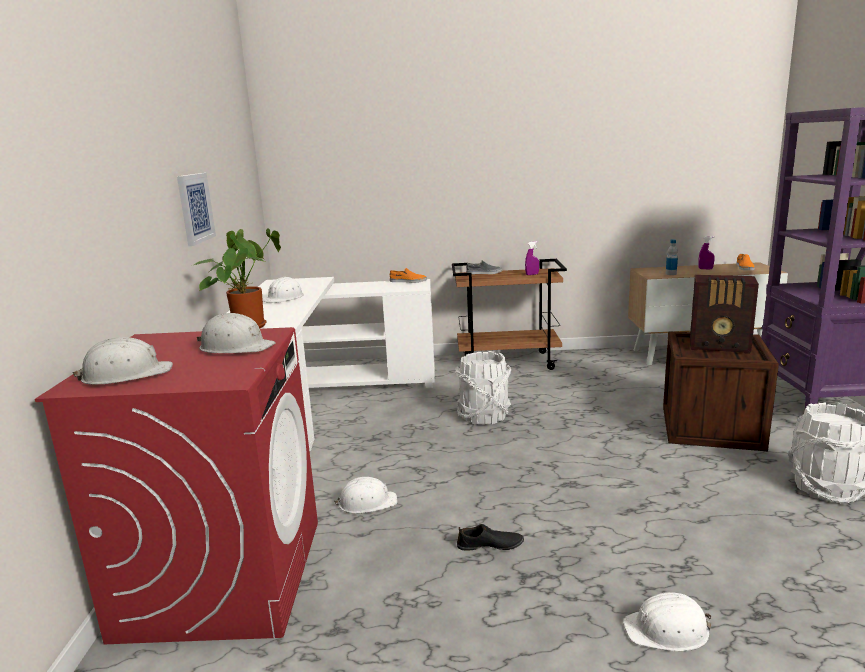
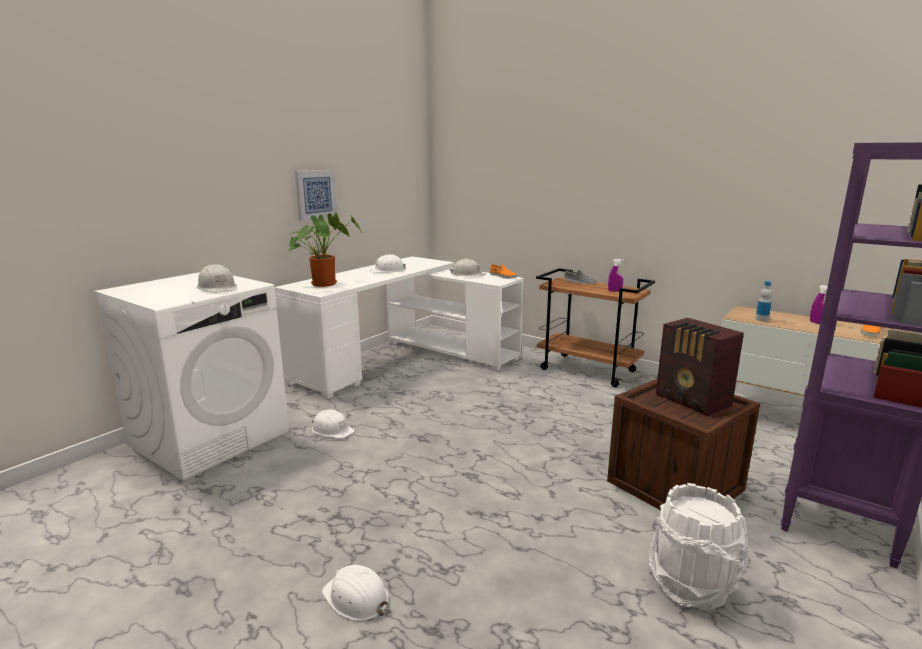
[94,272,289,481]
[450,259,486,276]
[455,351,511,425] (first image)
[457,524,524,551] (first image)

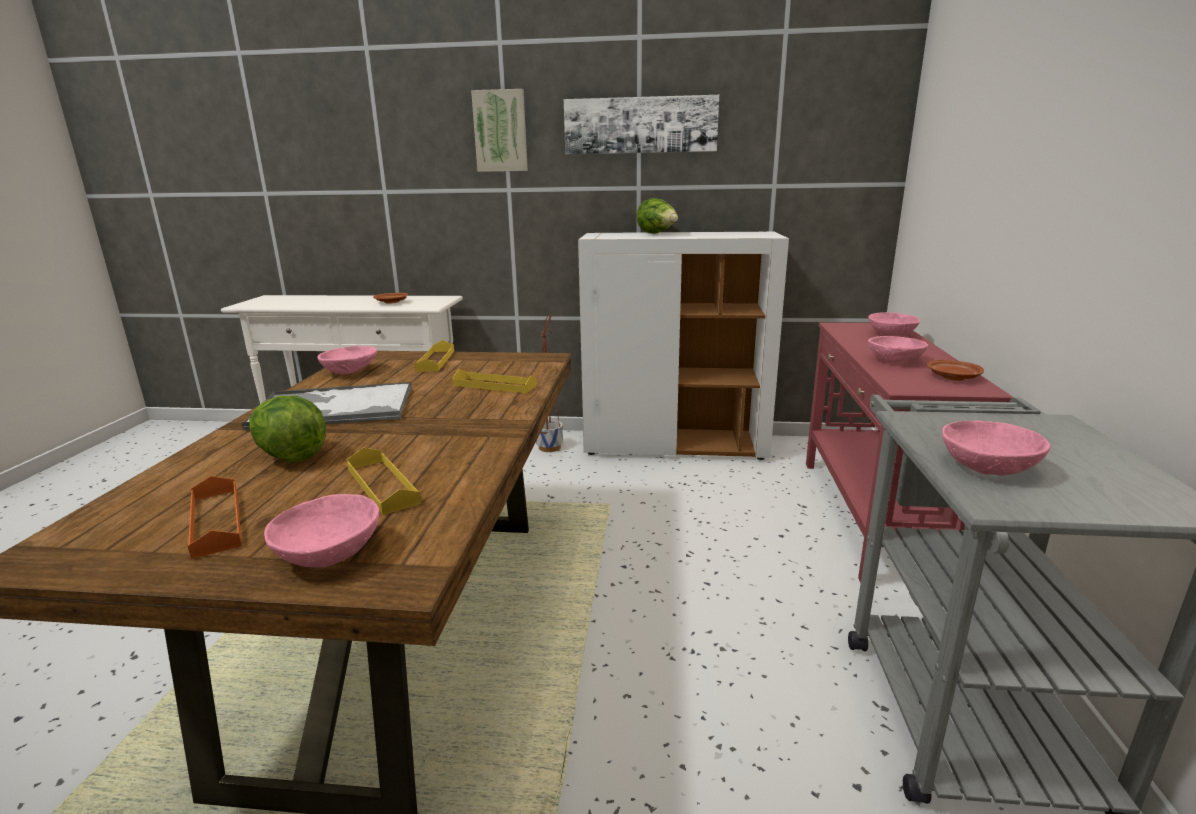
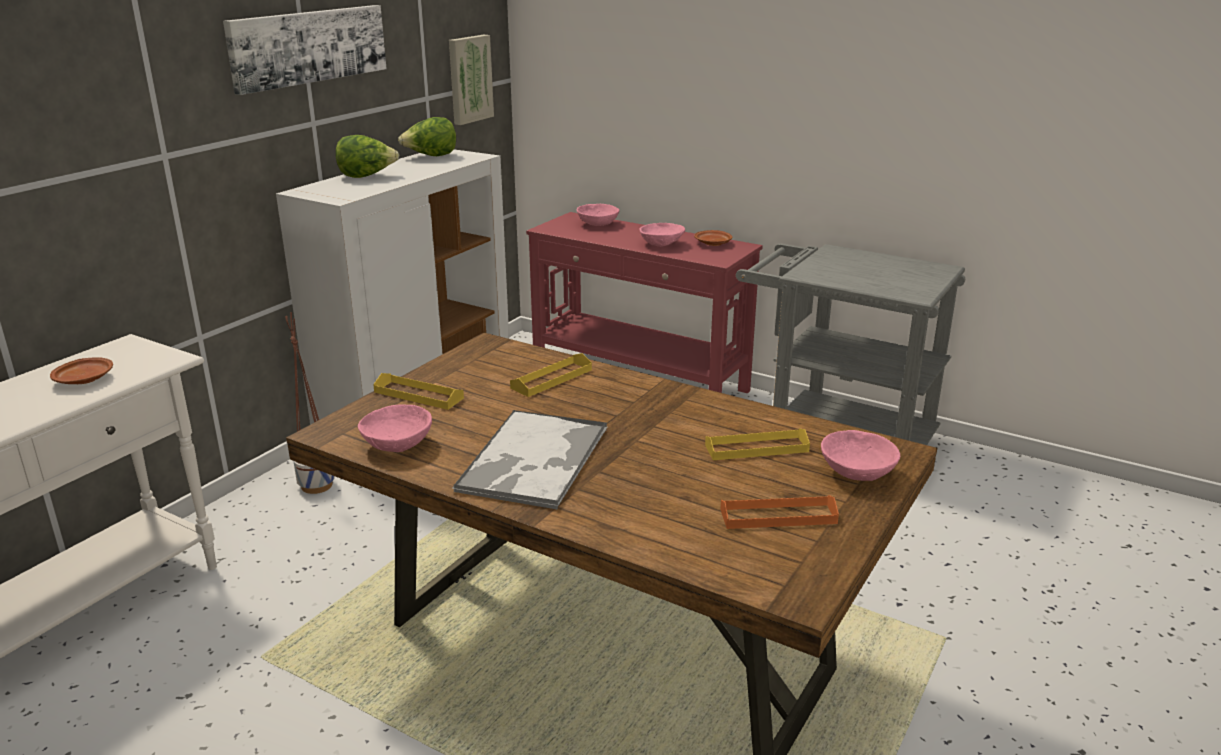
[398,117,456,156]
[449,35,494,125]
[942,421,1051,476] (first image)

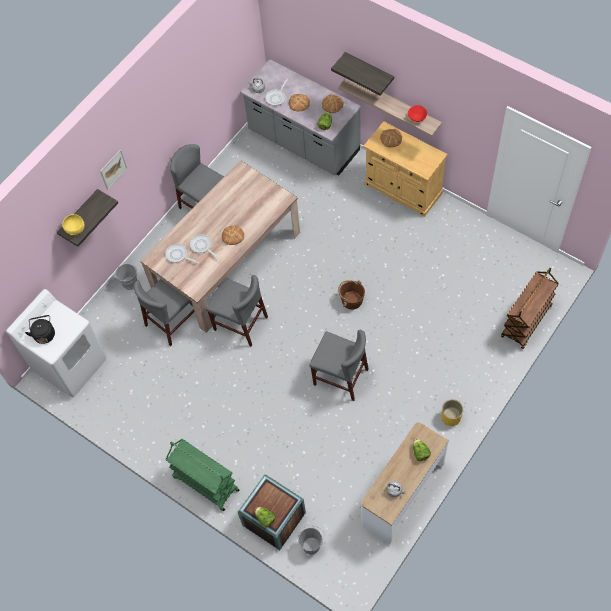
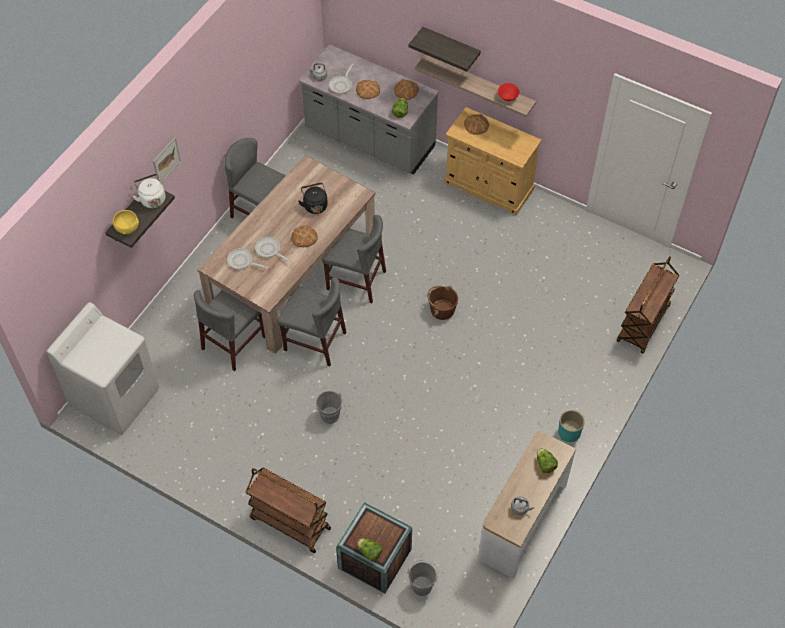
[133,174,166,208]
[245,468,331,553]
[298,183,328,214]
[316,391,345,424]
[322,215,386,303]
[558,410,585,442]

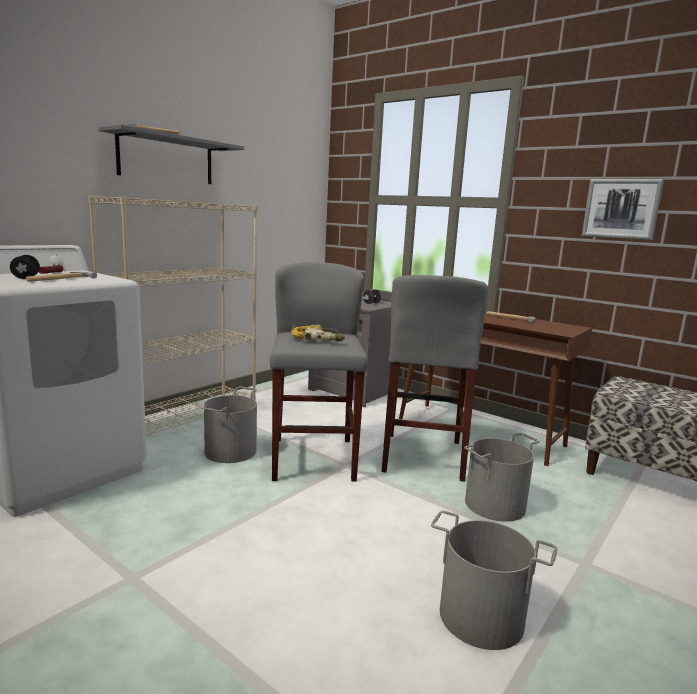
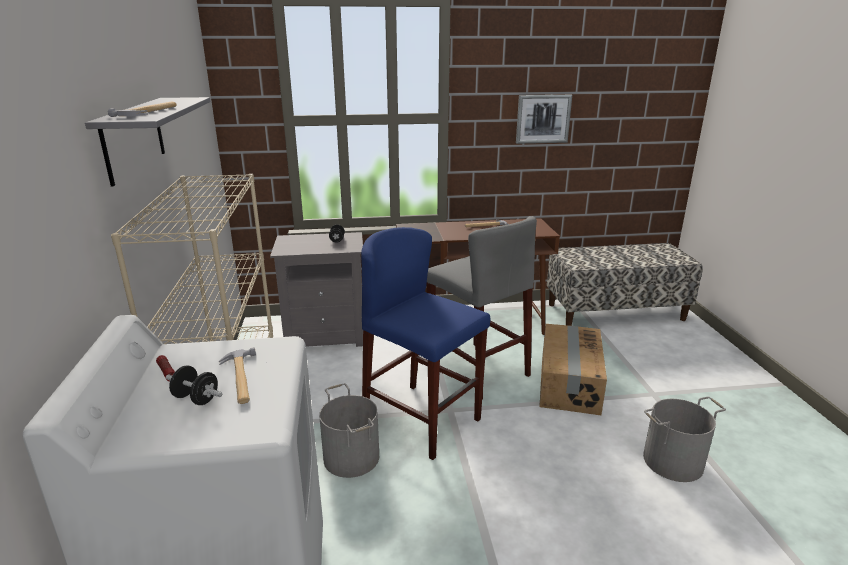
[361,227,490,460]
[539,324,607,415]
[291,323,345,341] (first image)

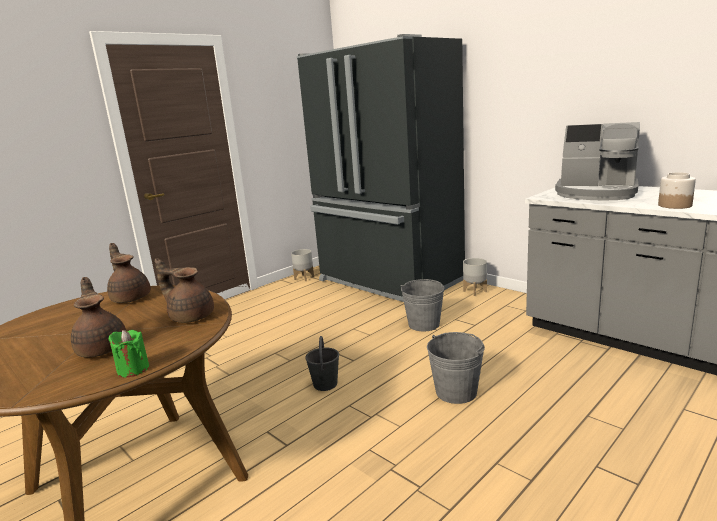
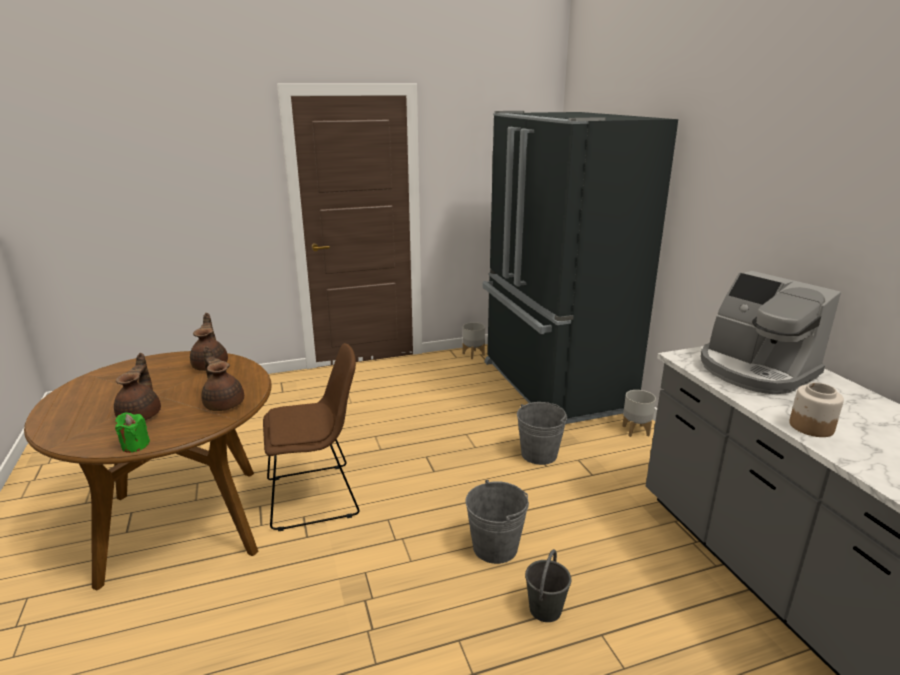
[263,343,359,531]
[525,549,572,622]

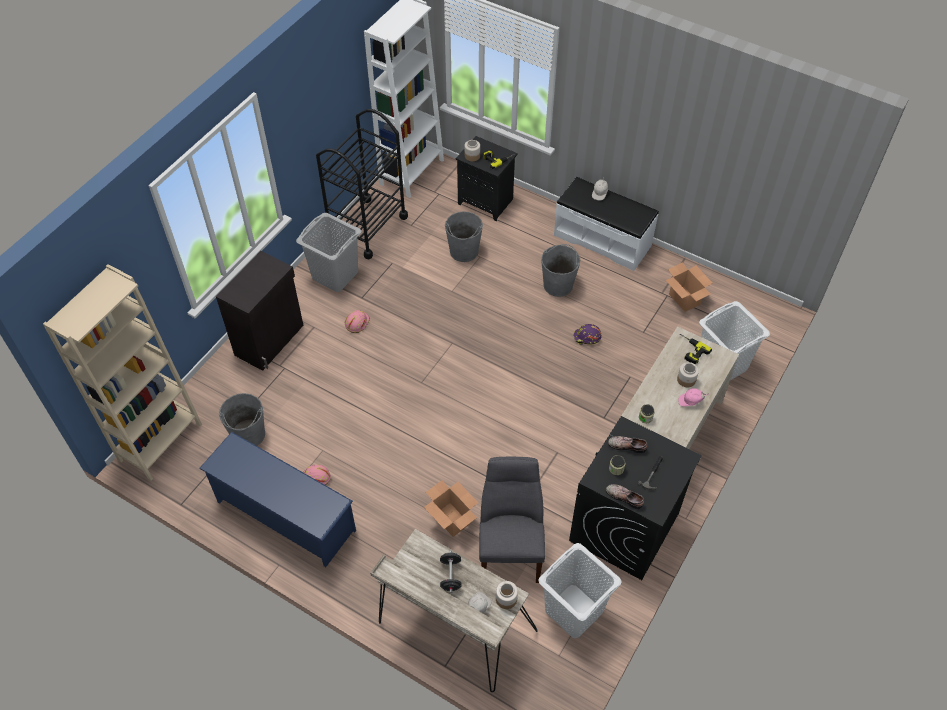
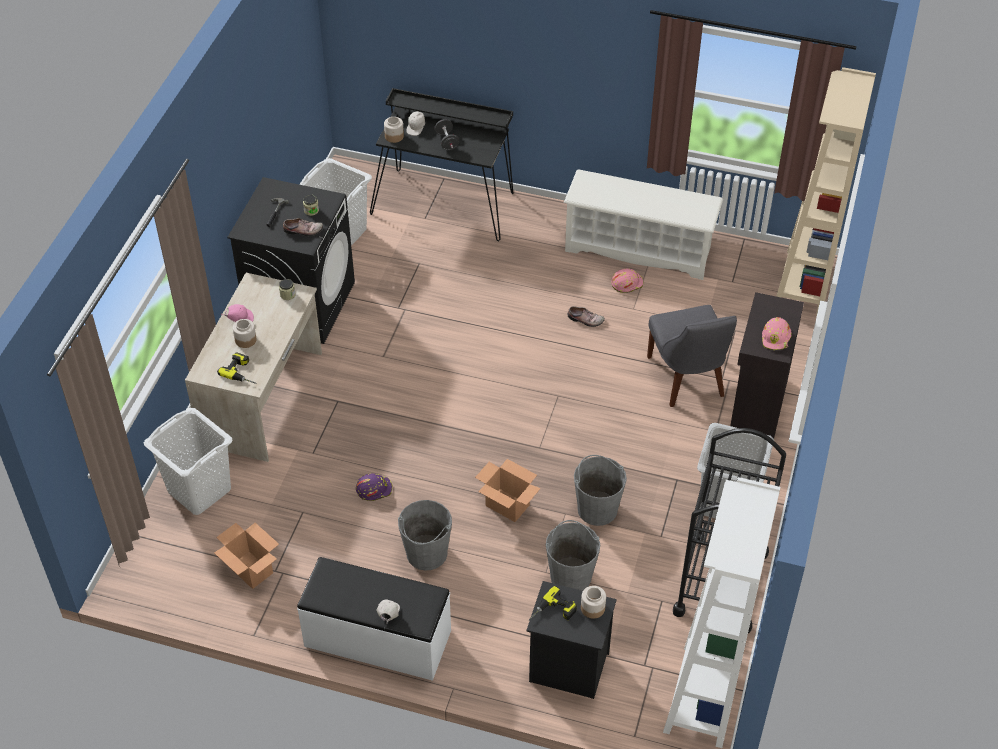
[370,88,513,241]
[475,459,541,522]
[564,170,723,280]
[568,306,605,327]
[574,455,627,526]
[647,305,737,407]
[762,317,792,350]

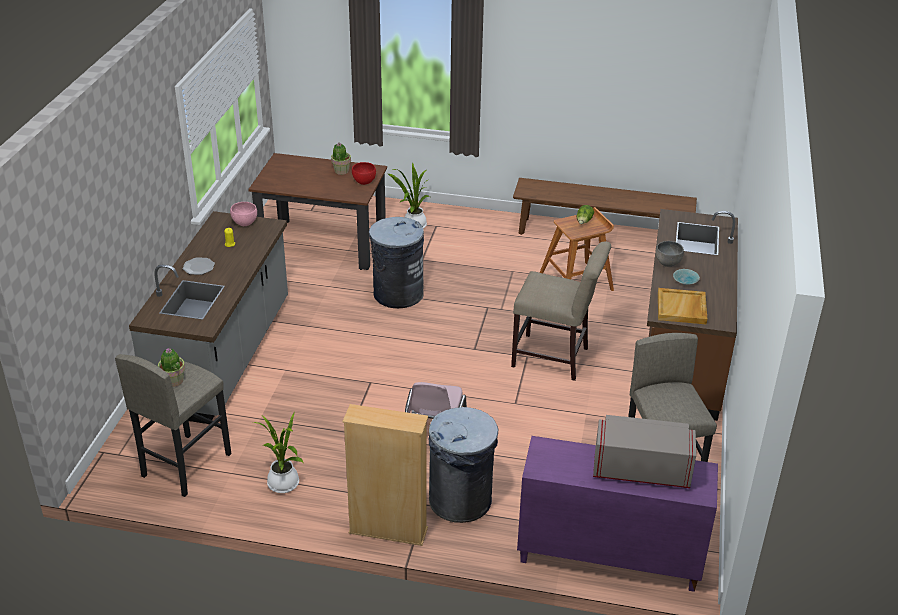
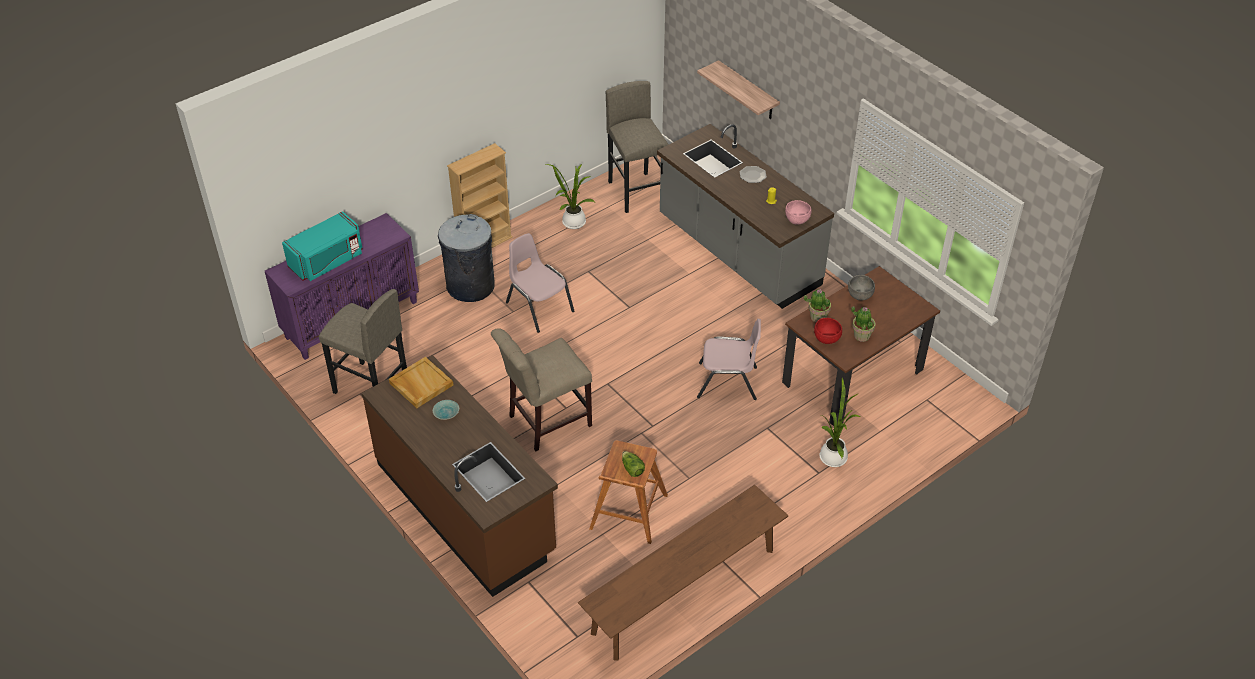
[282,211,363,281]
[697,60,780,119]
[697,319,761,400]
[804,289,831,322]
[848,275,875,300]

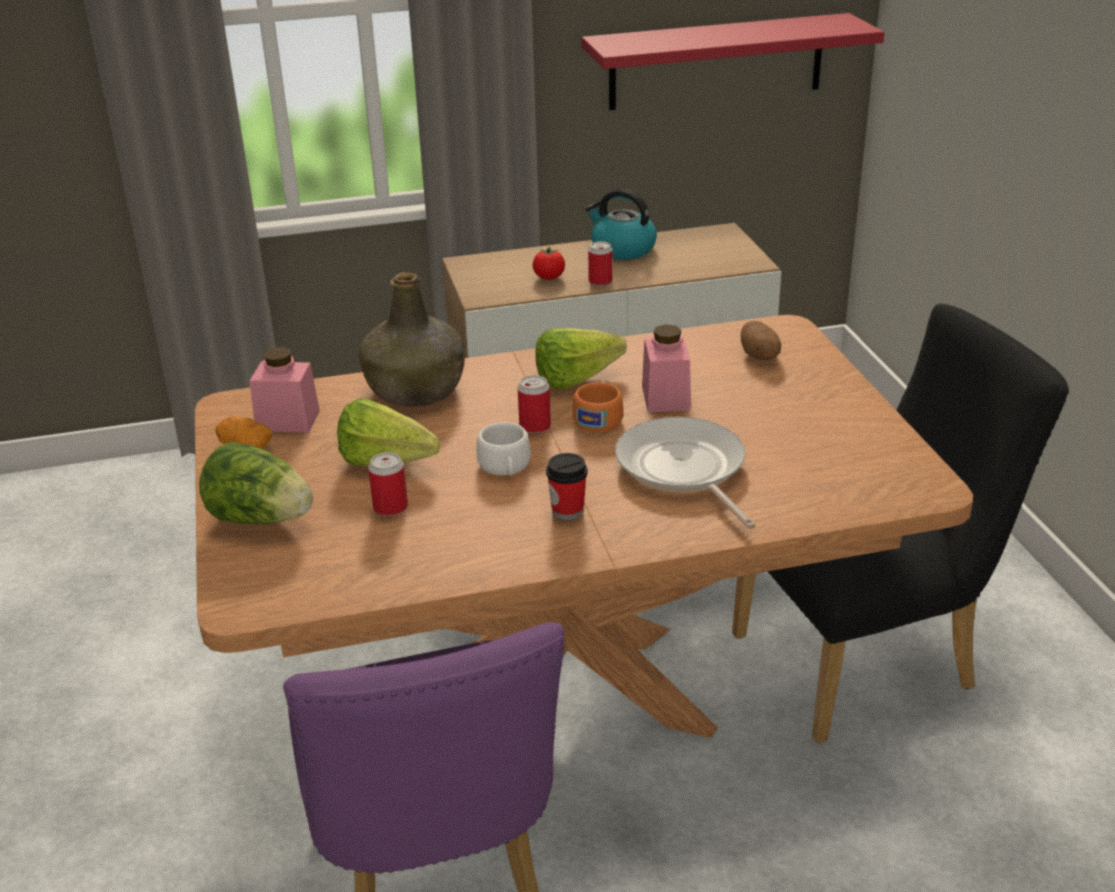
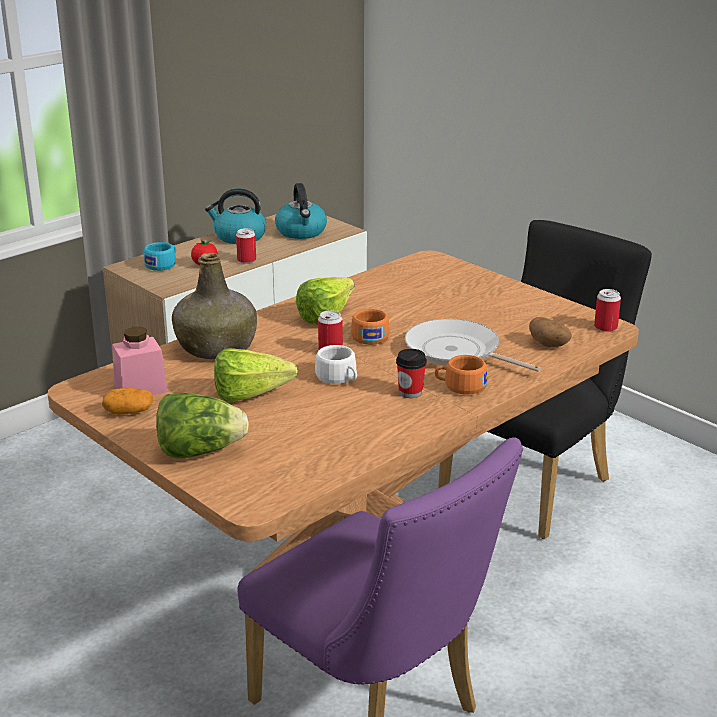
[144,242,176,271]
[275,183,327,239]
[435,355,487,395]
[529,317,572,347]
[594,289,621,332]
[581,13,885,110] (first image)
[642,324,691,412] (first image)

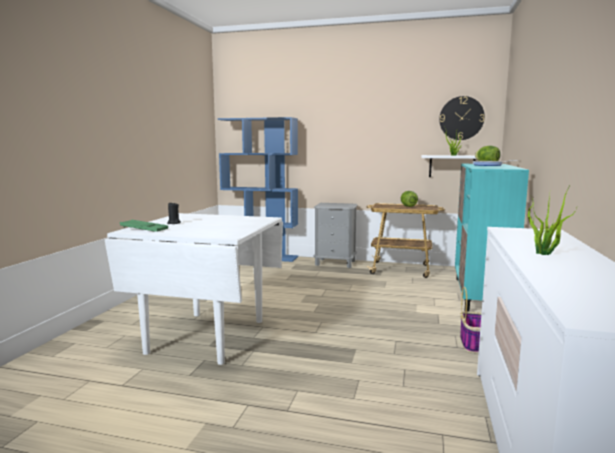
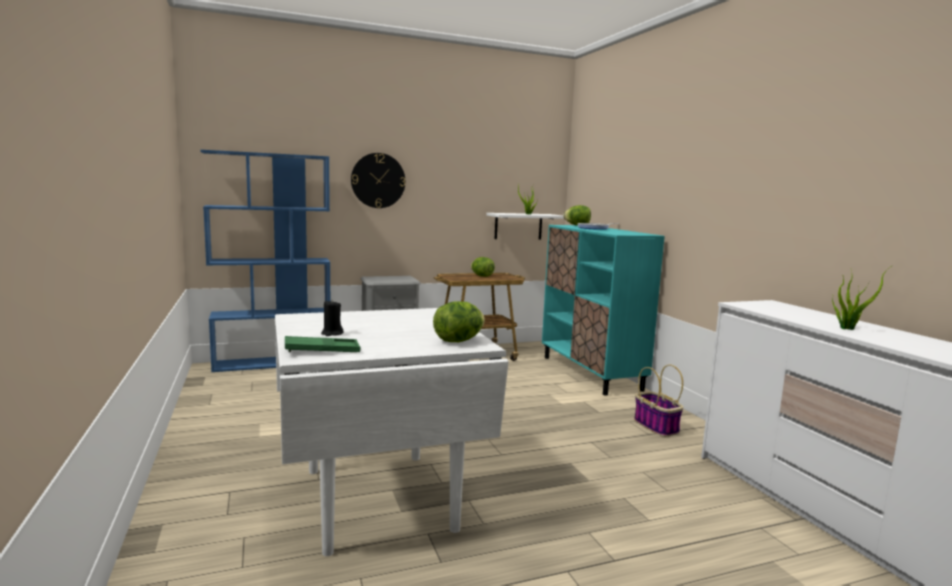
[351,153,405,208]
[433,301,485,342]

